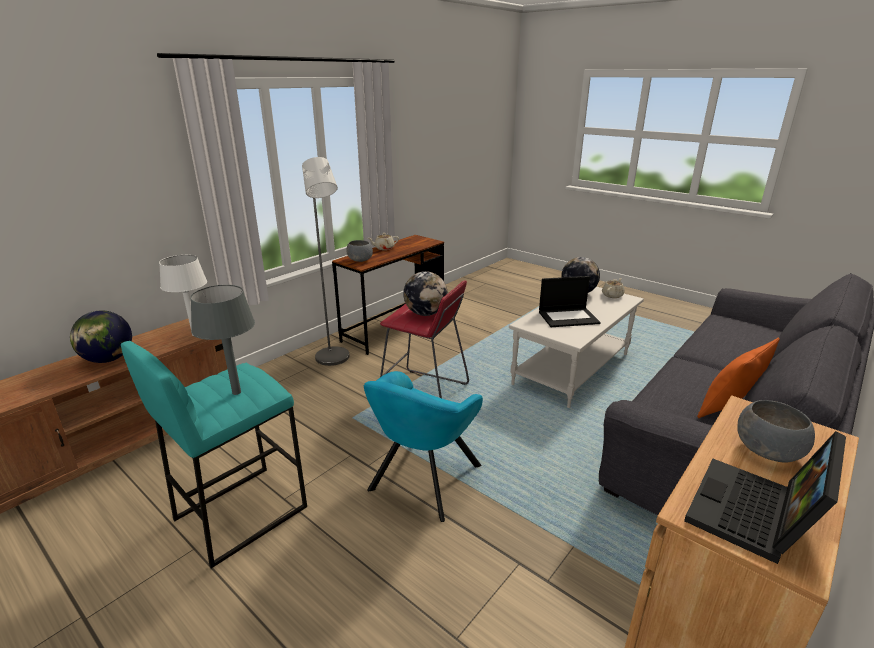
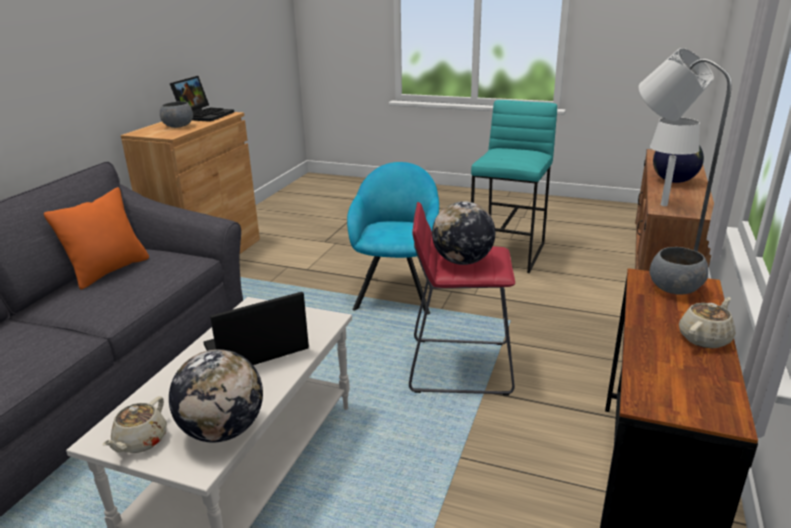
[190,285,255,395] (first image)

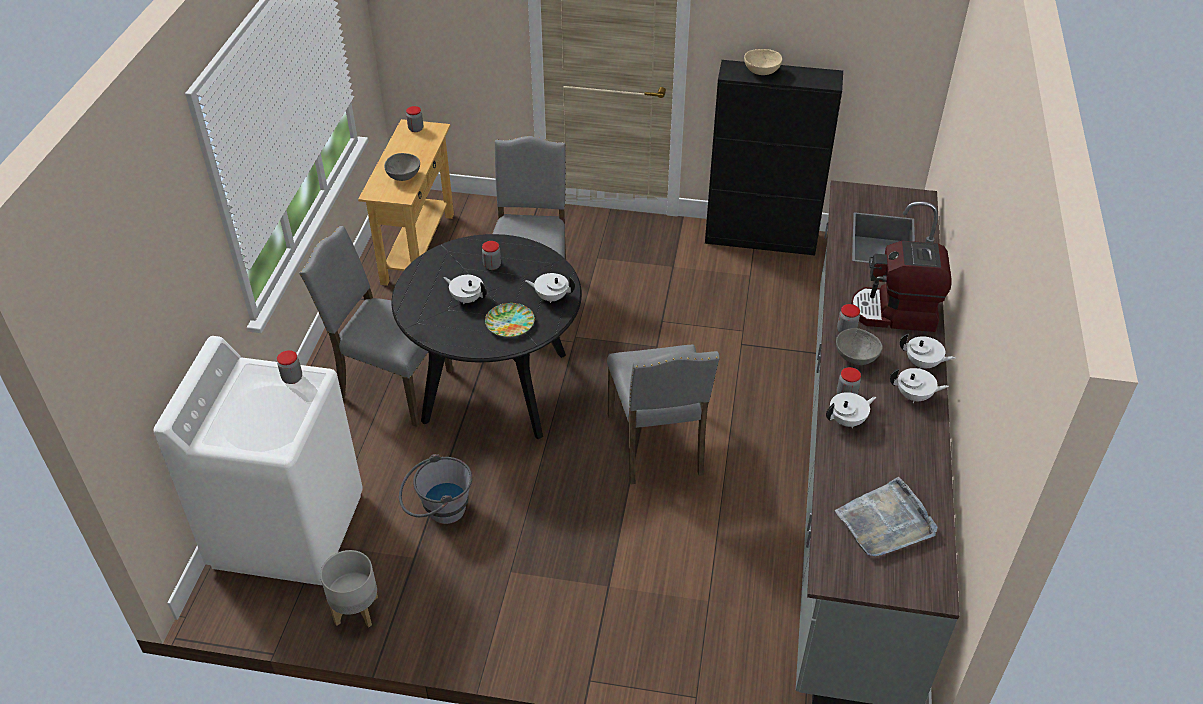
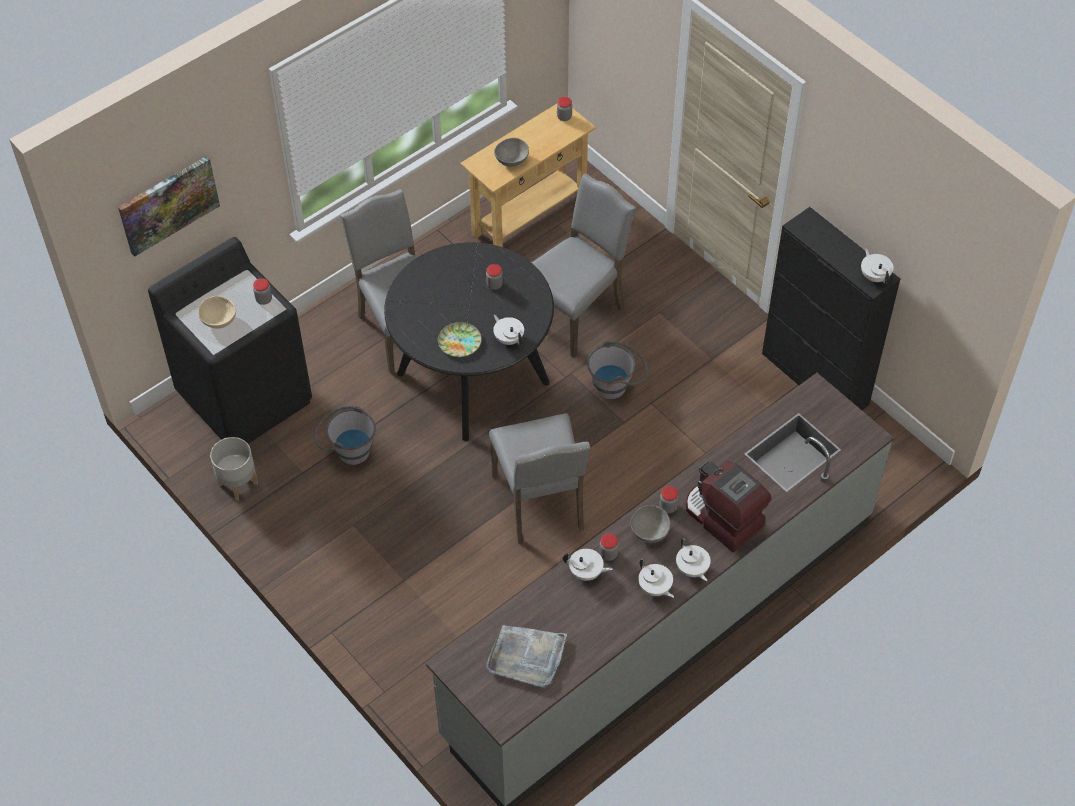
[118,156,220,257]
[148,237,312,444]
[198,296,236,329]
[489,413,591,544]
[587,341,648,399]
[861,248,894,284]

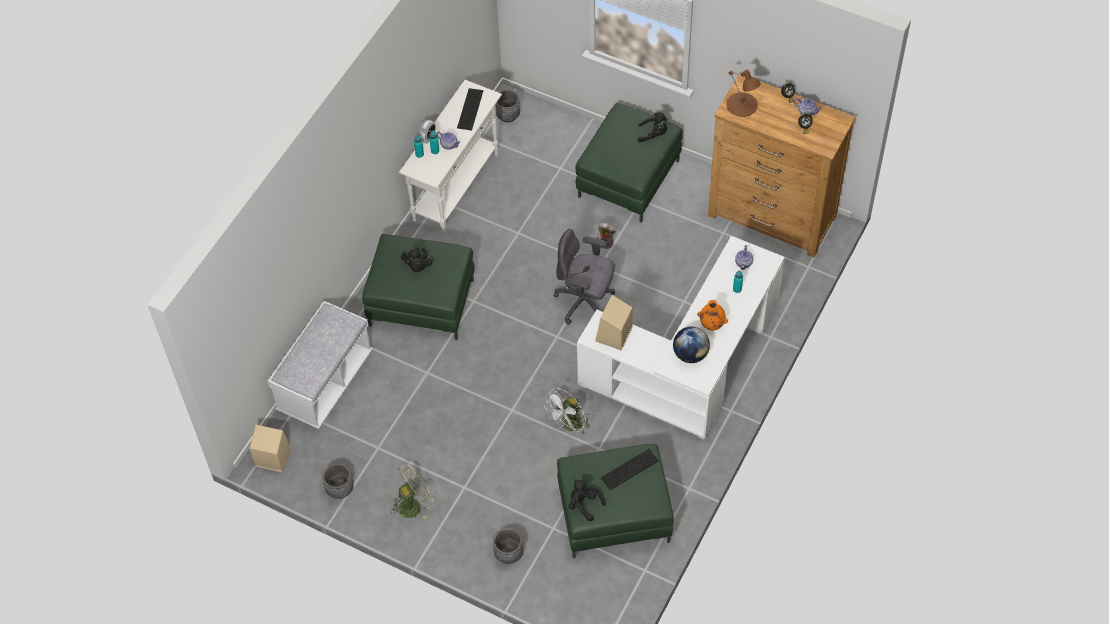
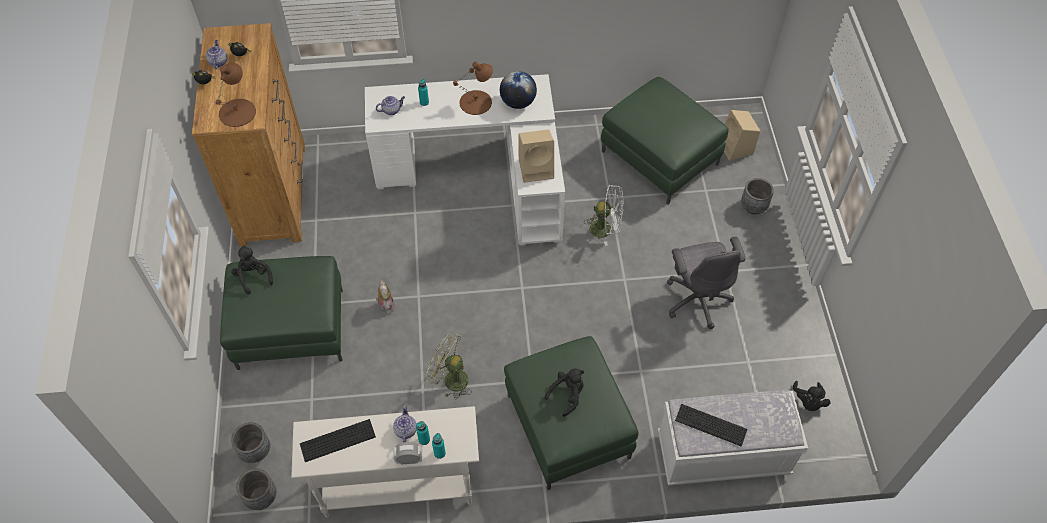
[231,422,270,463]
[426,332,472,399]
[453,62,493,115]
[667,237,746,329]
[675,404,747,446]
[724,110,760,161]
[793,381,831,411]

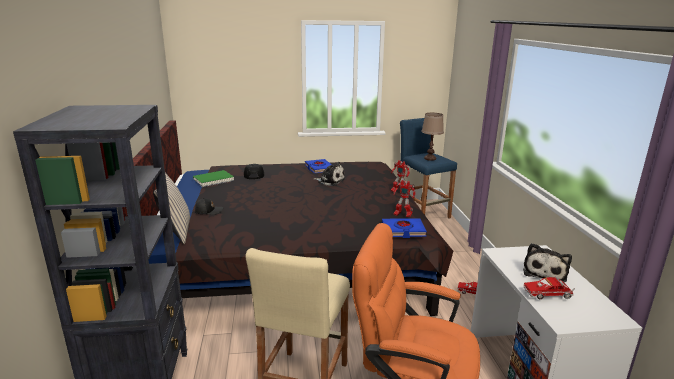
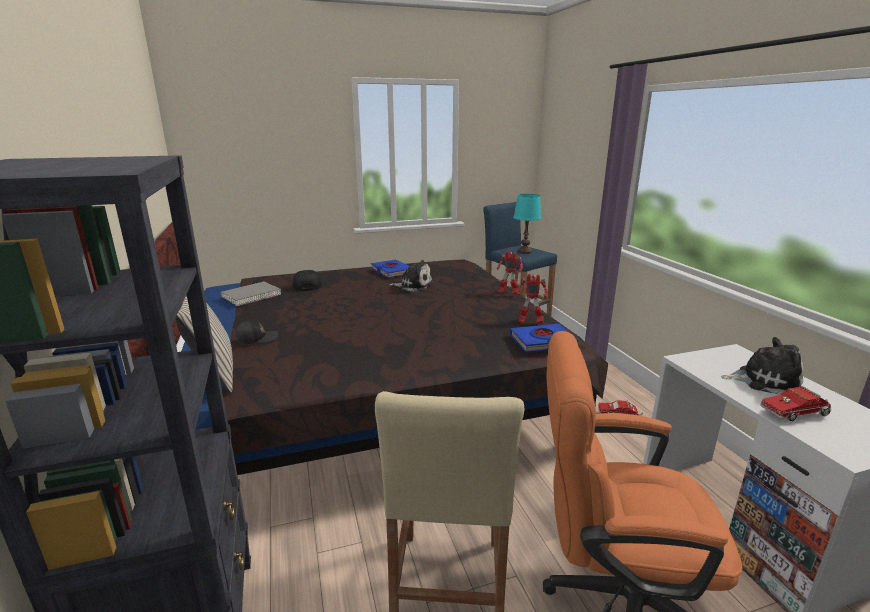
[220,282,281,306]
[513,194,541,254]
[721,337,803,395]

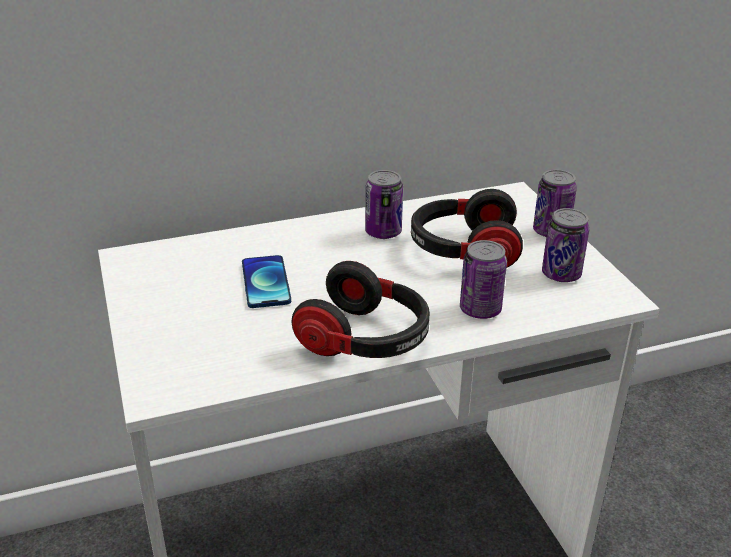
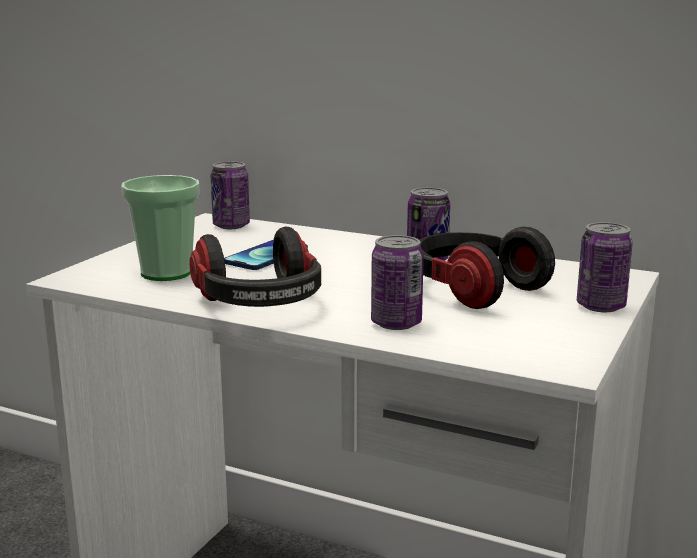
[121,175,199,281]
[211,162,250,229]

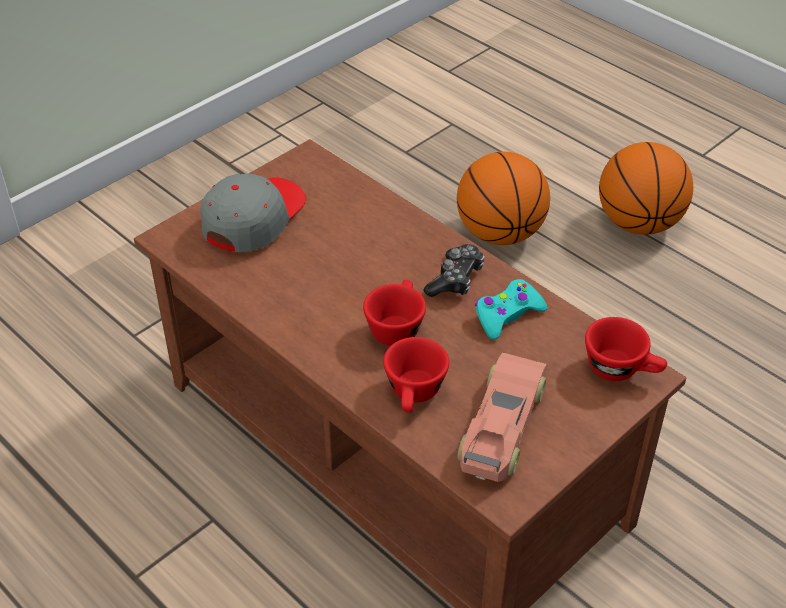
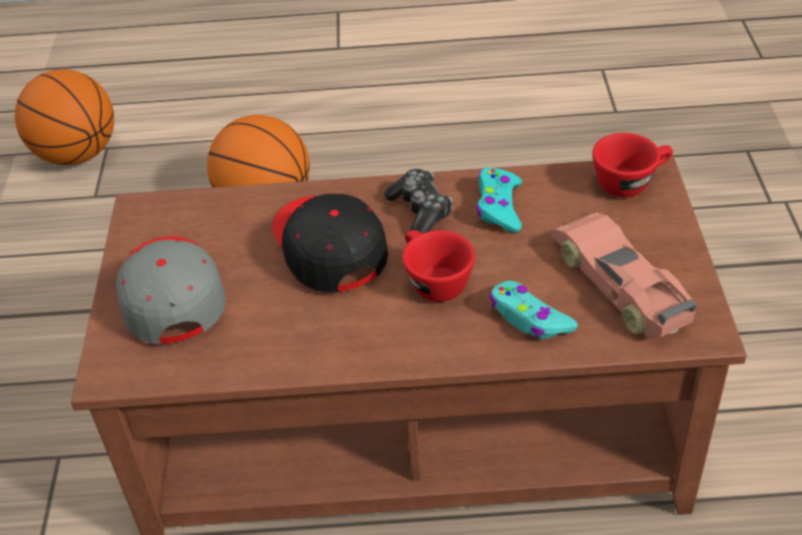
[15,69,114,165]
[272,193,388,293]
[489,281,578,339]

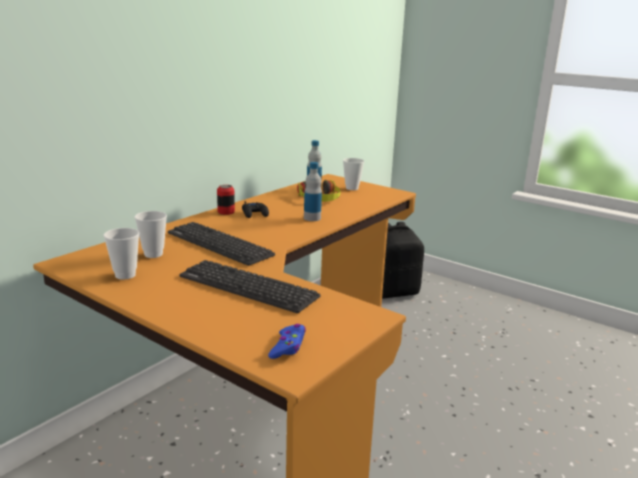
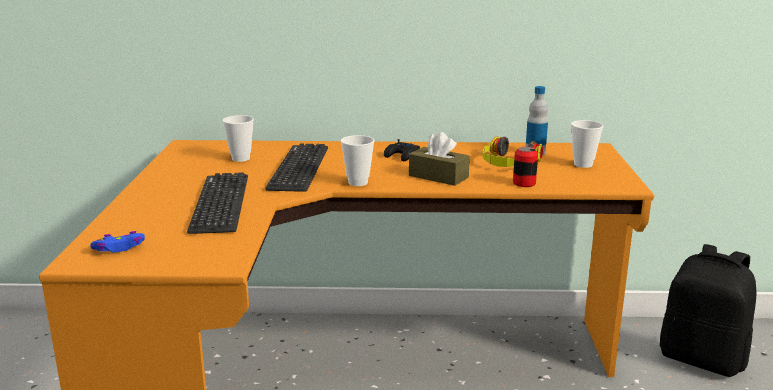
[341,135,375,186]
[409,132,470,186]
[513,147,538,187]

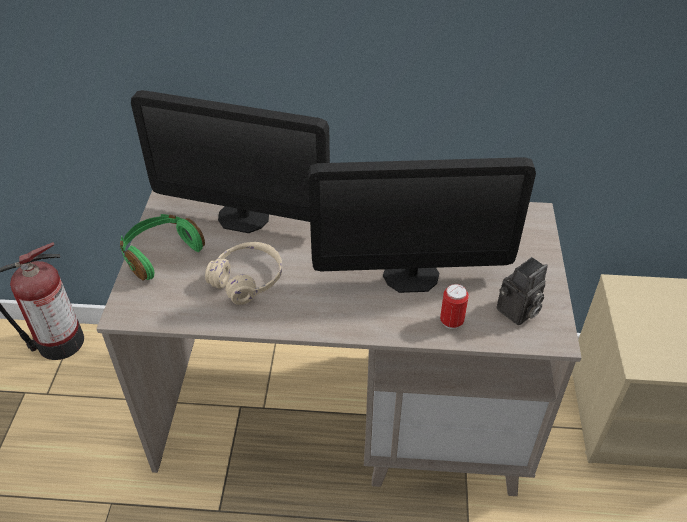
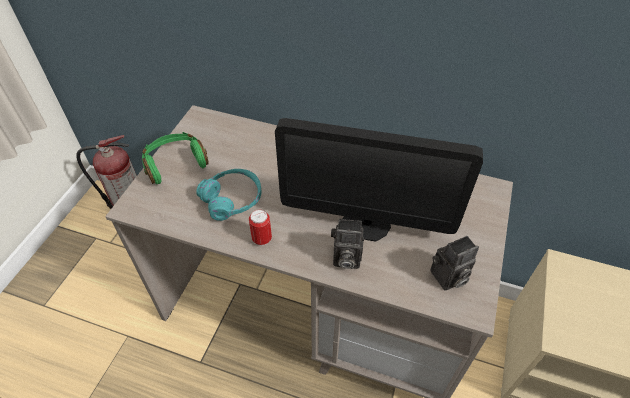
[196,169,262,221]
[249,209,272,246]
[331,219,364,269]
[131,90,330,233] (first image)

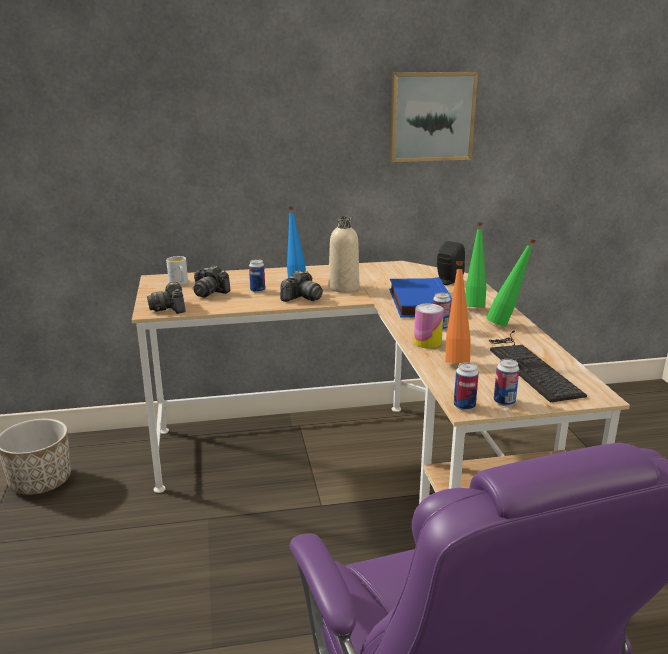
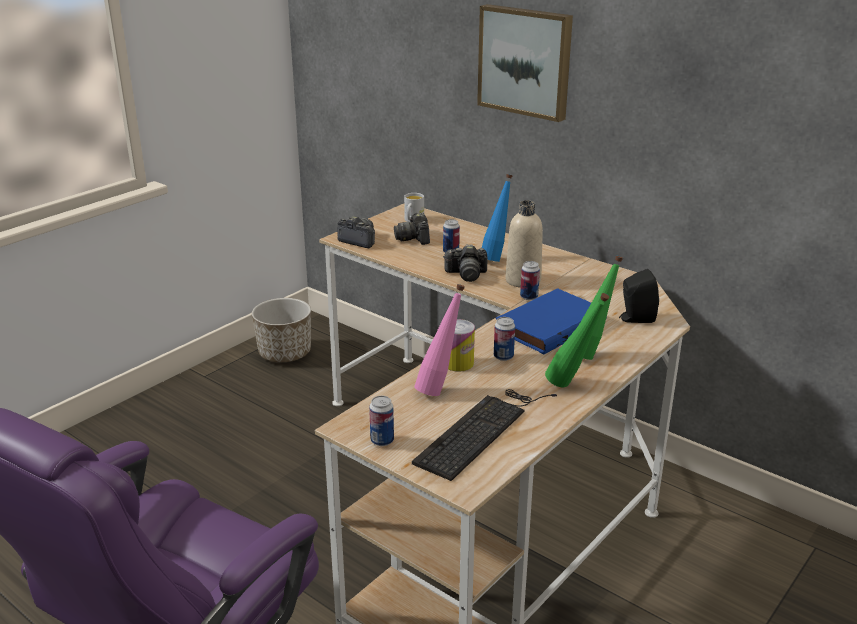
[338,216,375,248]
[414,284,465,396]
[477,4,573,122]
[520,261,540,300]

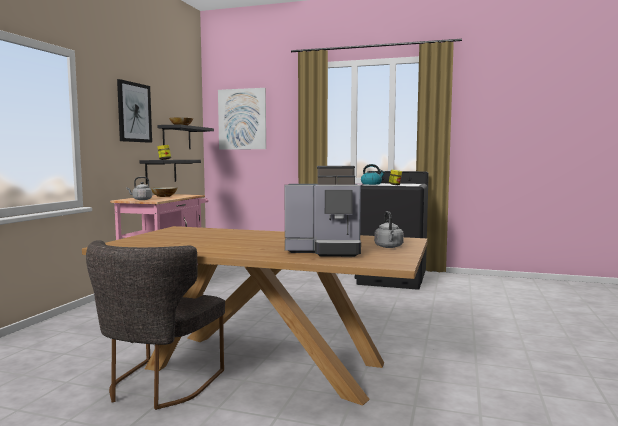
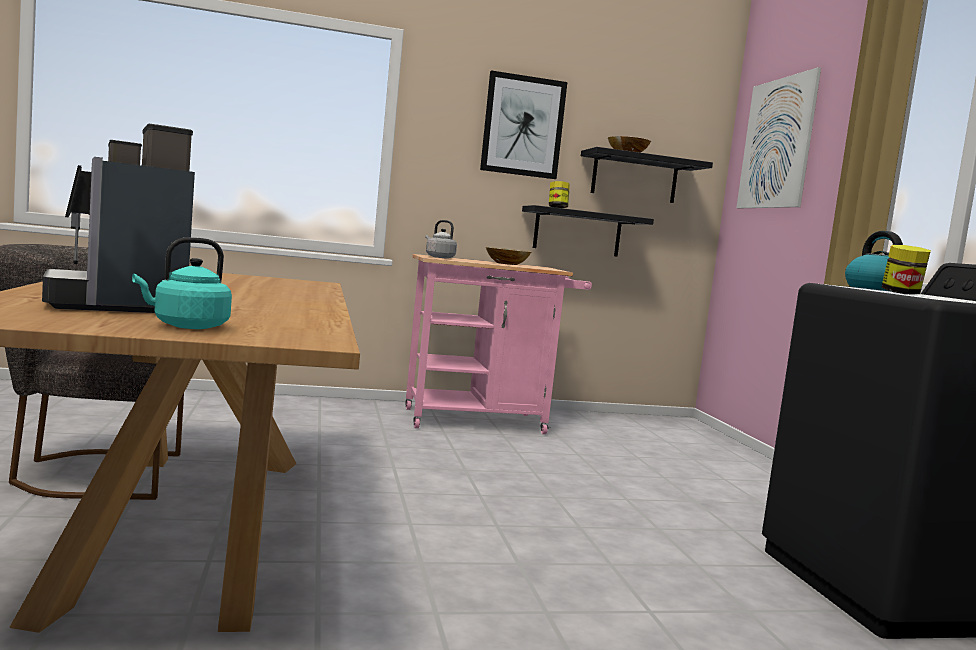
[132,237,232,329]

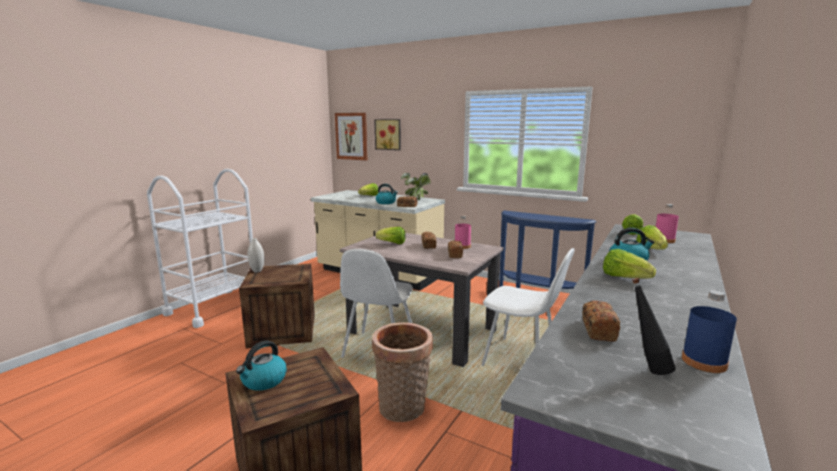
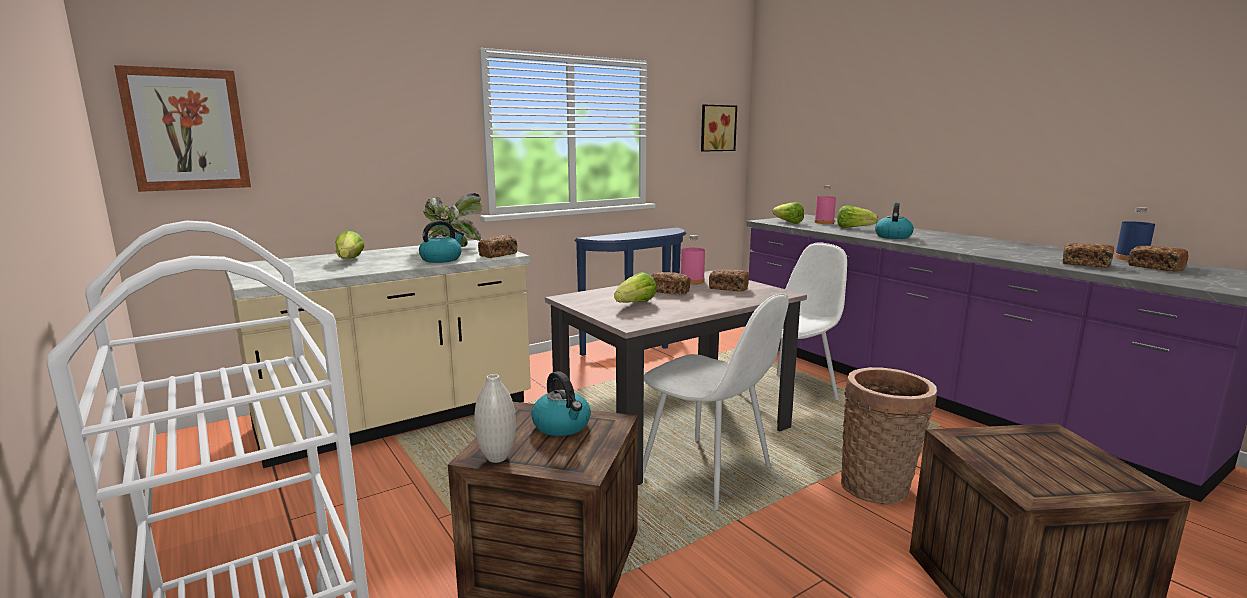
[531,371,591,436]
[701,105,737,152]
[1128,245,1188,272]
[603,249,656,279] (first image)

